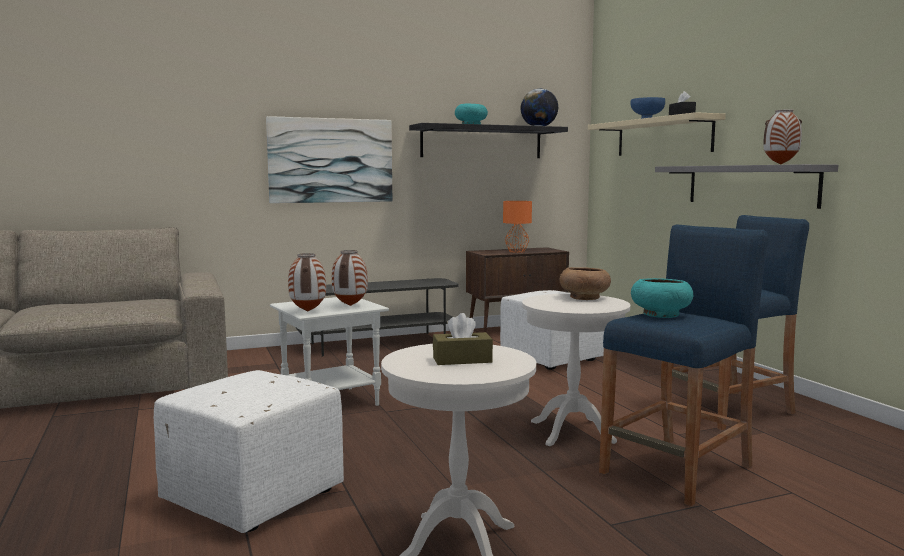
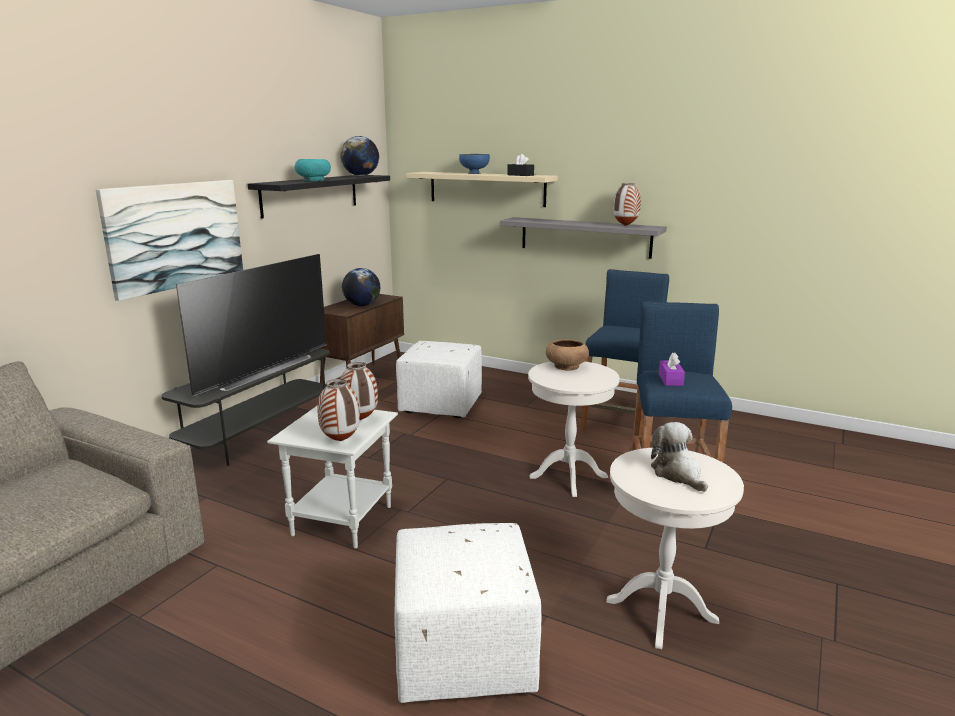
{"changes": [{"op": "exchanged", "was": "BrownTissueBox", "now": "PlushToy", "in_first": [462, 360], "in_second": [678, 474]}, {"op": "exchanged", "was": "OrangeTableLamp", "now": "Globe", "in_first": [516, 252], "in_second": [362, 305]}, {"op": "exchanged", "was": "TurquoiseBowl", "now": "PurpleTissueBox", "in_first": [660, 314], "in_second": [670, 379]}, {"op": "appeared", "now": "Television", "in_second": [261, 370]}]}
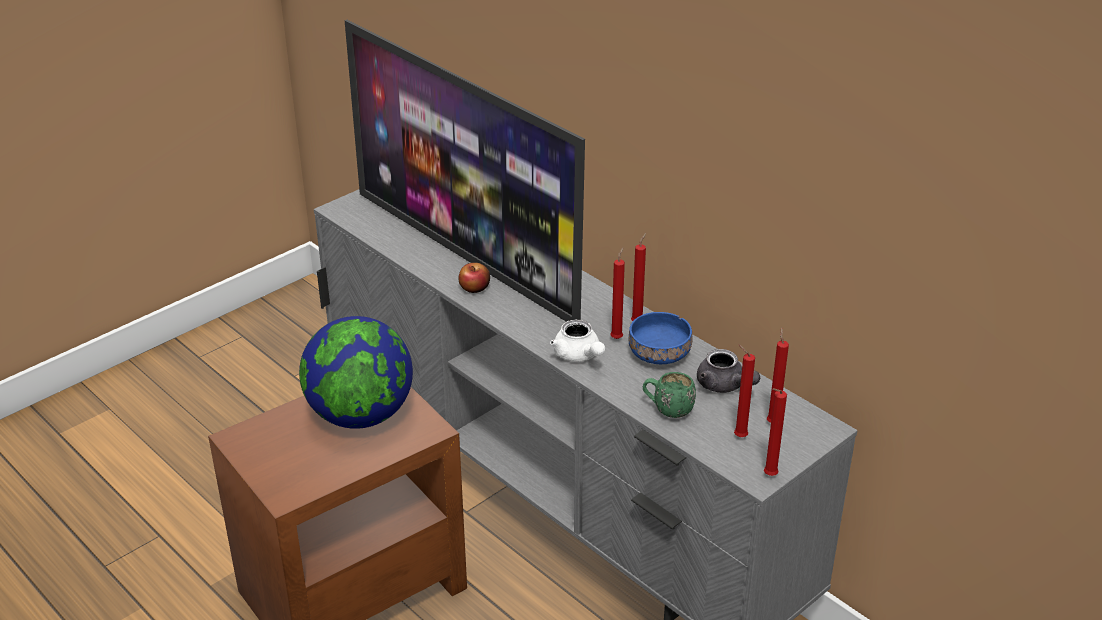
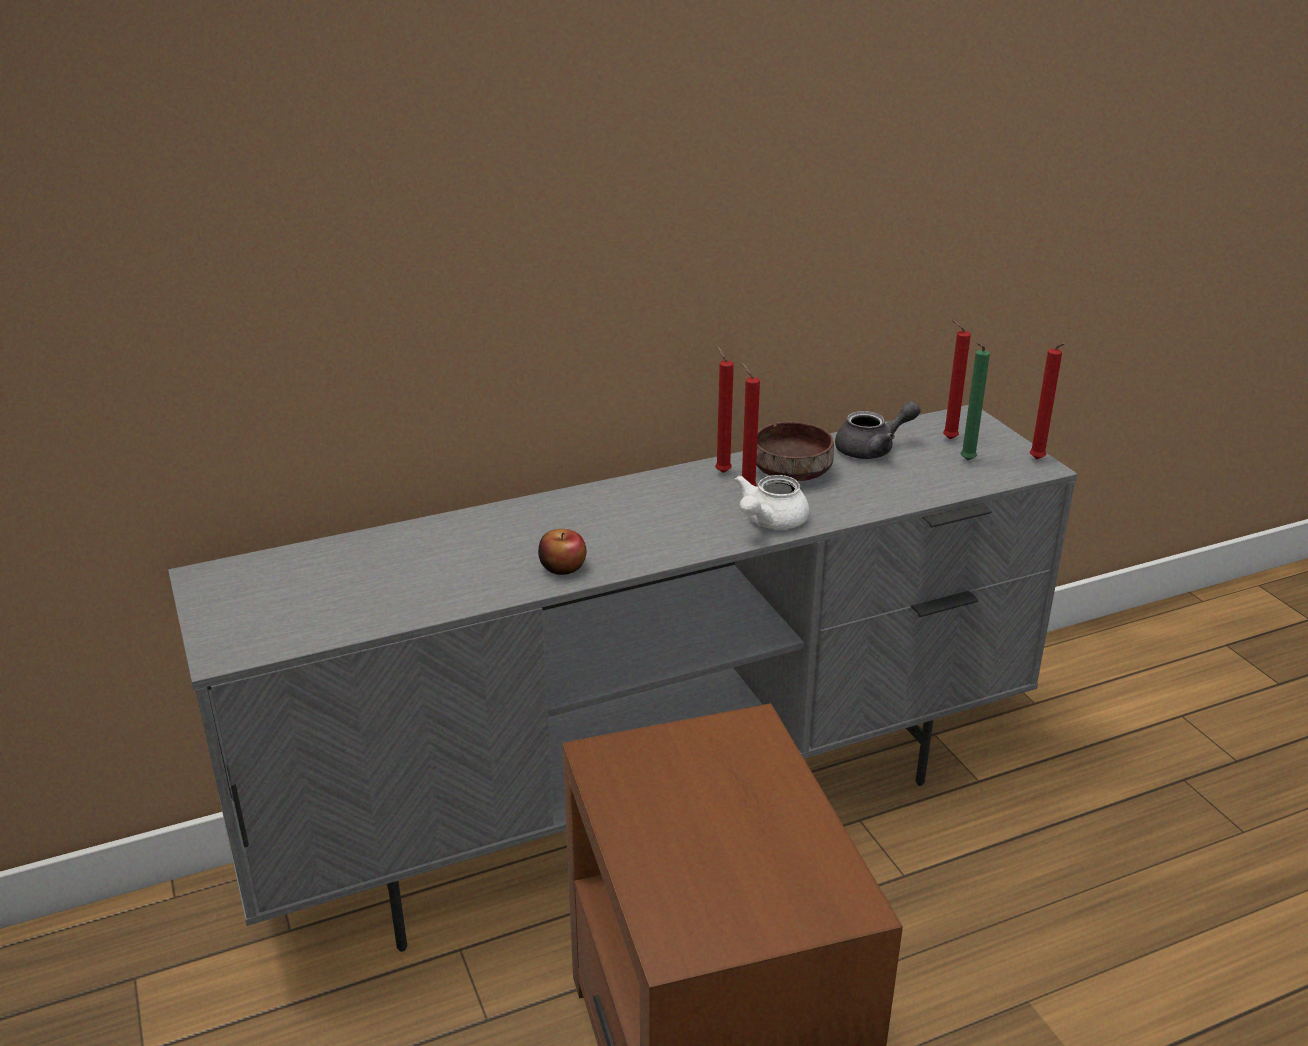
{"changes": [{"op": "missing", "was": "Globe", "in_first": [360, 415]}, {"op": "missing", "was": "Television", "in_first": [467, 255]}, {"op": "spun", "was": "WhiteTeapot", "in_first": [579, 355], "in_second": [769, 522], "clockwise": 135}, {"op": "colour", "was": "BlueBowl", "now": "BrownBowl", "in_first": [657, 353], "in_second": [792, 473]}, {"op": "missing", "was": "GreenMug", "in_first": [667, 410]}, {"op": "colour", "was": "RedCandle", "now": "GreenCandle", "in_first": [738, 436], "in_second": [966, 461]}]}
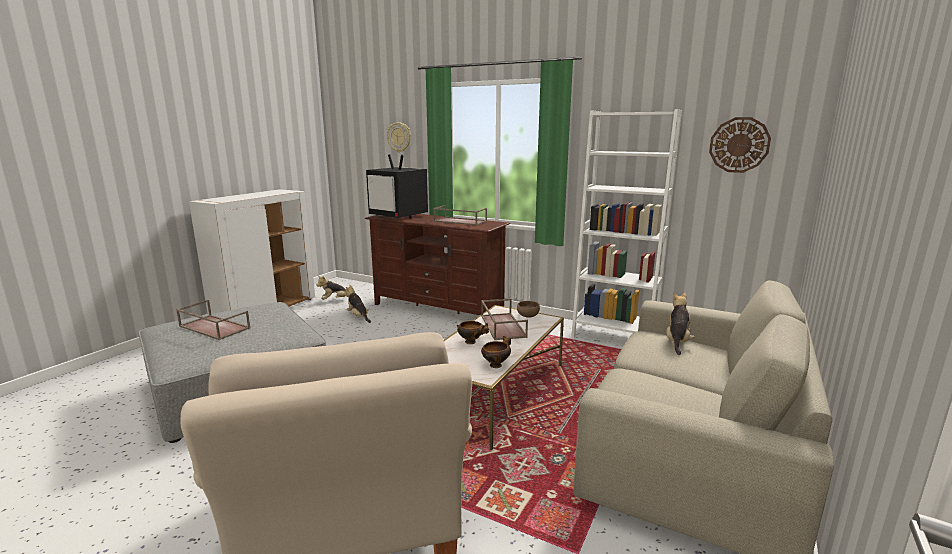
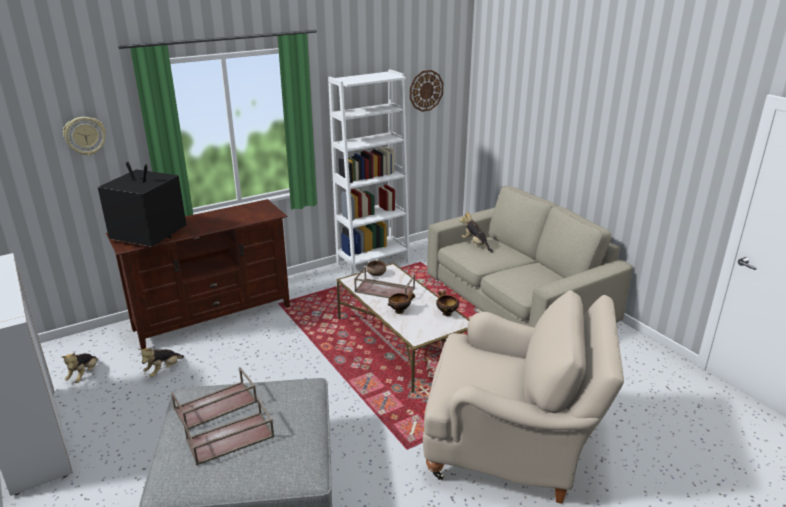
{"changes": [{"op": "spun", "was": "PlushToy", "in_first": [358, 317], "in_second": [163, 370], "clockwise": -45}, {"op": "spun", "was": "Television", "in_first": [399, 216], "in_second": [148, 235], "clockwise": -135}, {"op": "relocated", "was": "BrownTray", "in_first": [459, 221], "in_second": [215, 406]}]}
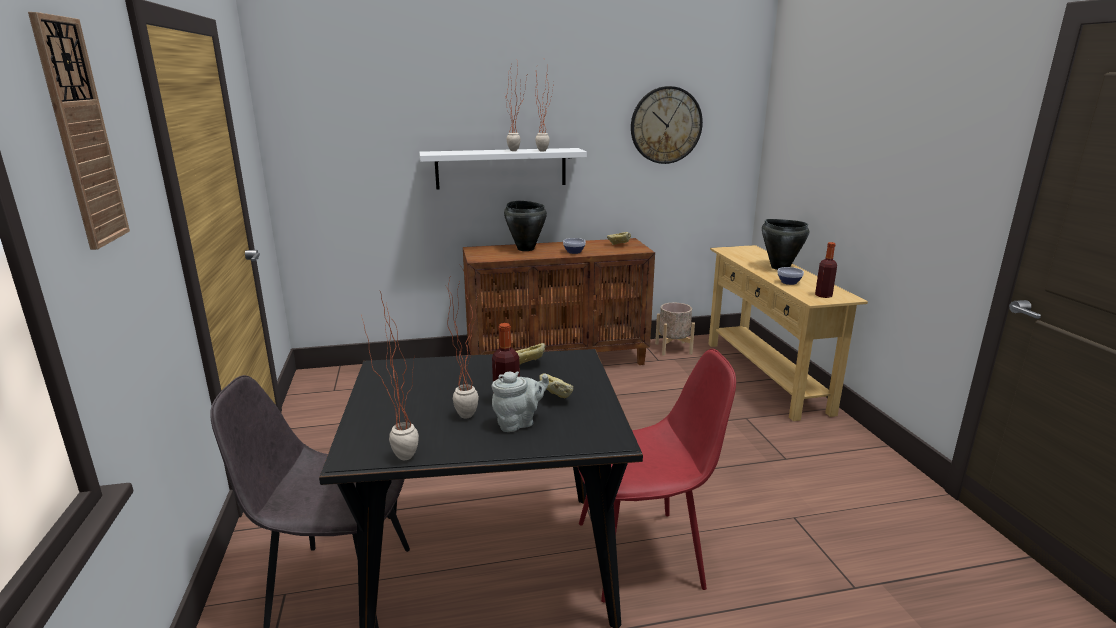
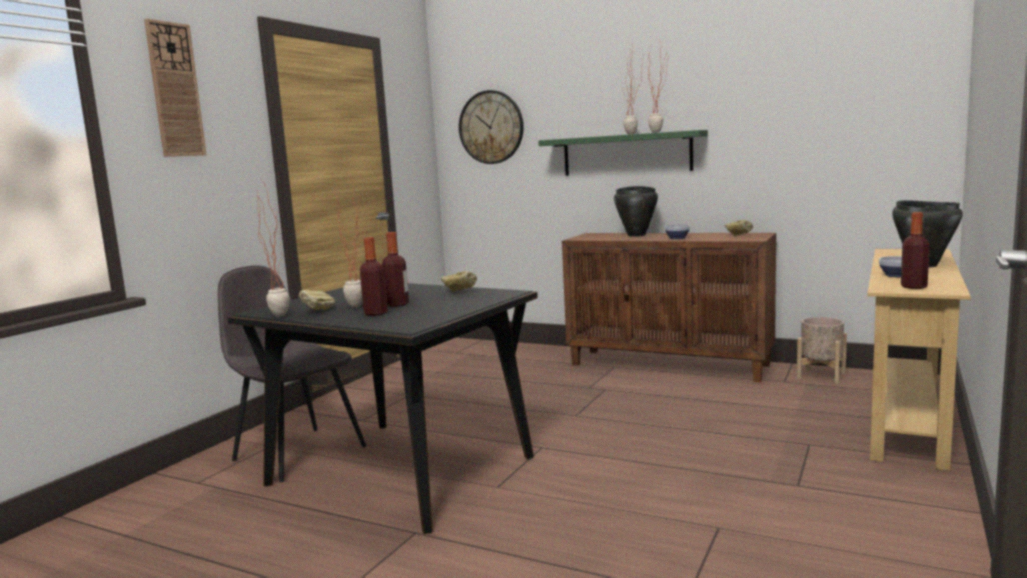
{"changes": [{"op": "colour", "was": "WhiteShelf", "now": "GreenShelf", "in_first": [501, 168], "in_second": [626, 154]}, {"op": "exchanged", "was": "GreyTeapot", "now": "Bottle", "in_first": [518, 423], "in_second": [375, 313]}, {"op": "relocated", "was": "Bread", "in_first": [555, 397], "in_second": [318, 311]}, {"op": "missing", "was": "RedChair", "in_first": [642, 554]}, {"op": "relocated", "was": "WallClock", "in_first": [666, 125], "in_second": [491, 127]}]}
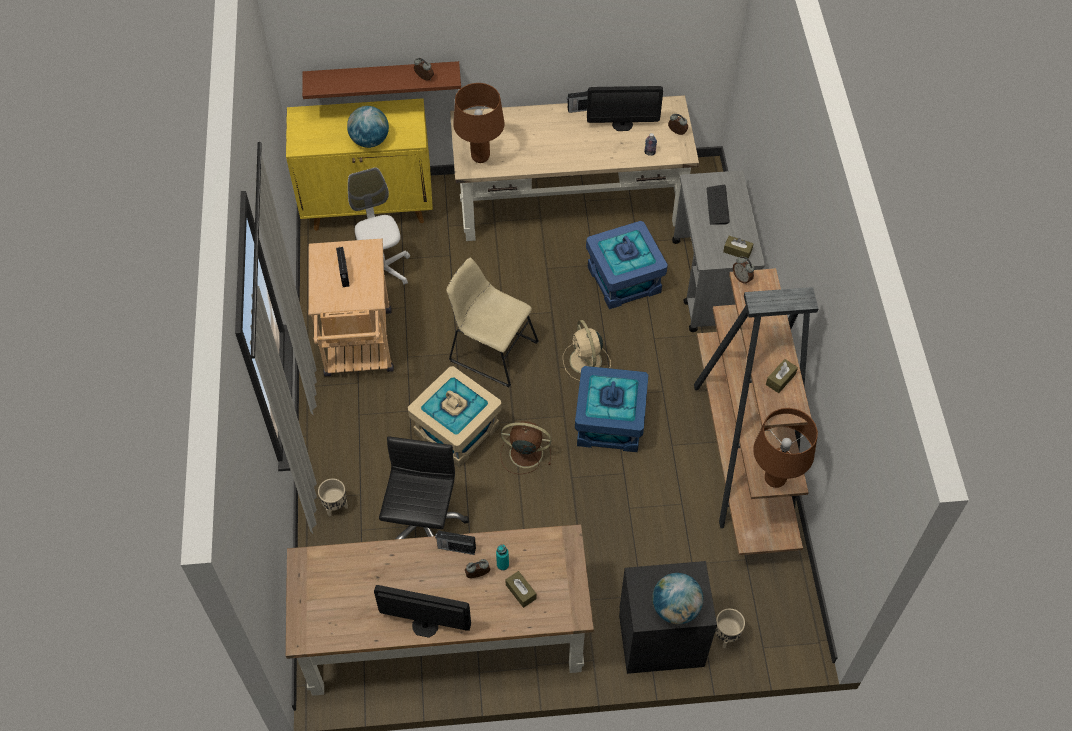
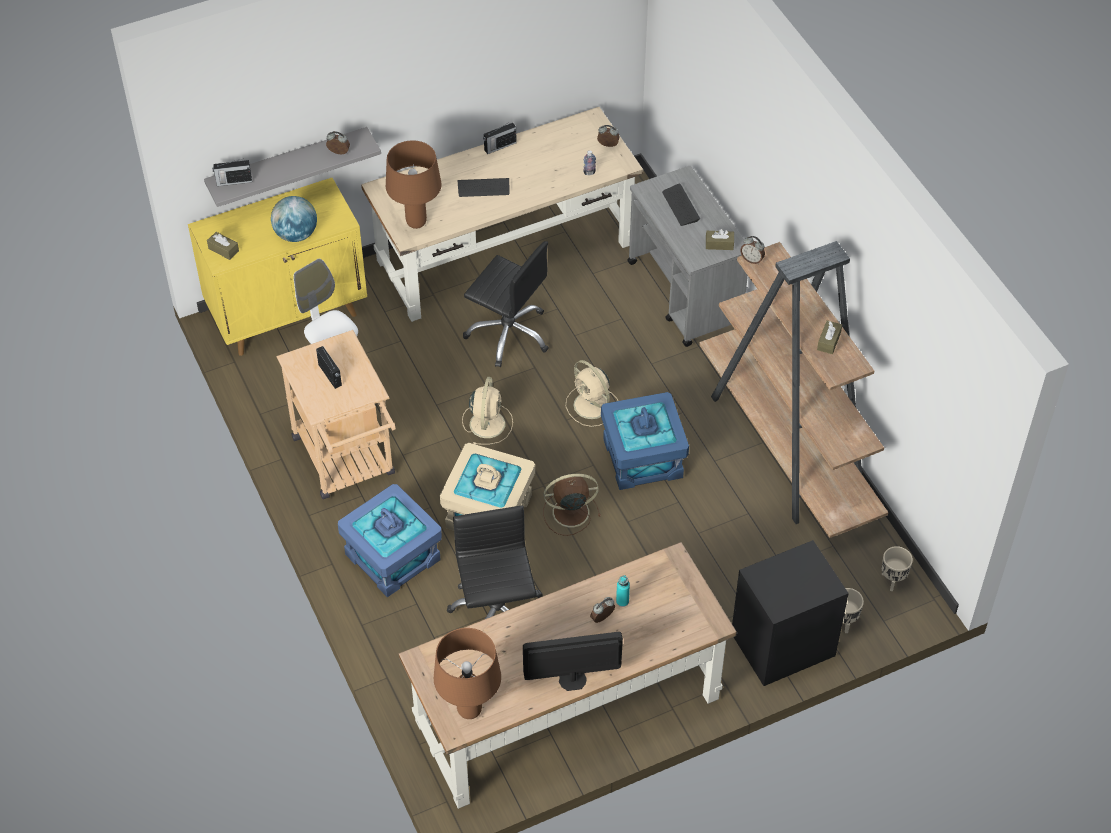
{"changes": [{"op": "colour", "was": "BrownShelf", "now": "GreyShelf", "in_first": [382, 78], "in_second": [288, 165]}, {"op": "relocated", "was": "BeigePlanter", "in_first": [336, 507], "in_second": [893, 580]}, {"op": "relocated", "was": "Radio", "in_first": [456, 547], "in_second": [233, 181]}, {"op": "exchanged", "was": "BeigeChair", "now": "BeigeFan", "in_first": [490, 350], "in_second": [487, 423]}, {"op": "relocated", "was": "BrownTissueBox", "in_first": [521, 592], "in_second": [223, 250]}, {"op": "relocated", "was": "BlueStorageBox", "in_first": [623, 280], "in_second": [392, 557]}, {"op": "missing", "was": "Monitor", "in_first": [622, 124]}, {"op": "missing", "was": "Globe", "in_first": [675, 608]}, {"op": "relocated", "was": "BrownTableLamp", "in_first": [774, 480], "in_second": [469, 711]}, {"op": "appeared", "now": "Keyboard", "in_second": [483, 188]}, {"op": "appeared", "now": "BlackOfficeChair", "in_second": [509, 333]}]}
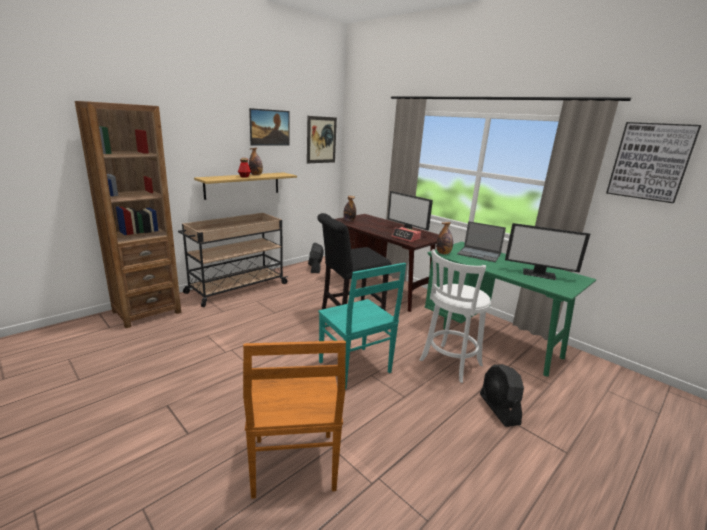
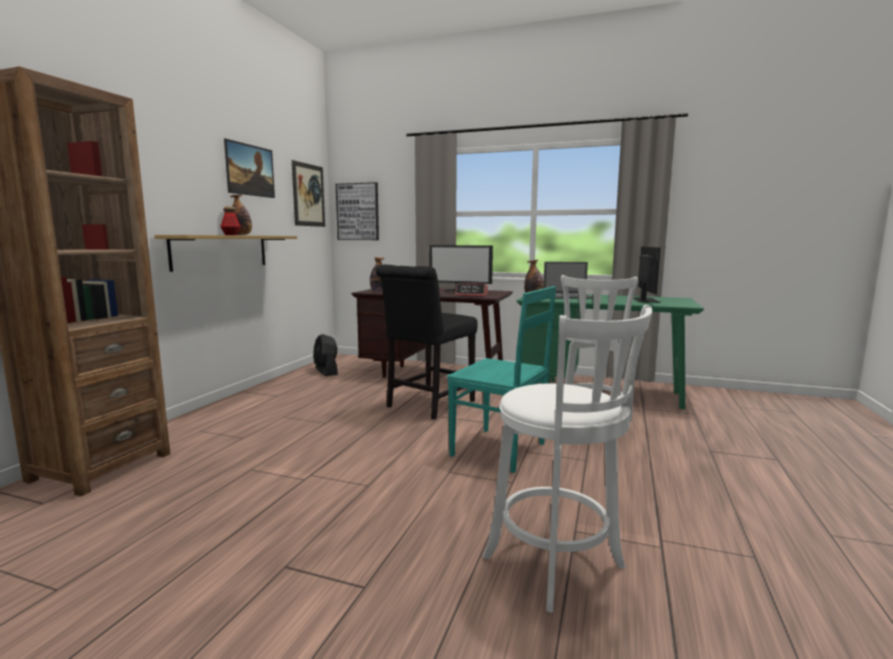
{"changes": [{"op": "missing", "was": "BeigeCart", "in_first": [236, 288]}, {"op": "exchanged", "was": "BrownChair", "now": "WhiteStool", "in_first": [294, 466], "in_second": [558, 566]}, {"op": "missing", "was": "BlackFan", "in_first": [499, 409]}, {"op": "spun", "was": "Monitor", "in_first": [539, 274], "in_second": [645, 300], "clockwise": -75}, {"op": "relocated", "was": "Picture", "in_first": [650, 161], "in_second": [358, 212]}]}
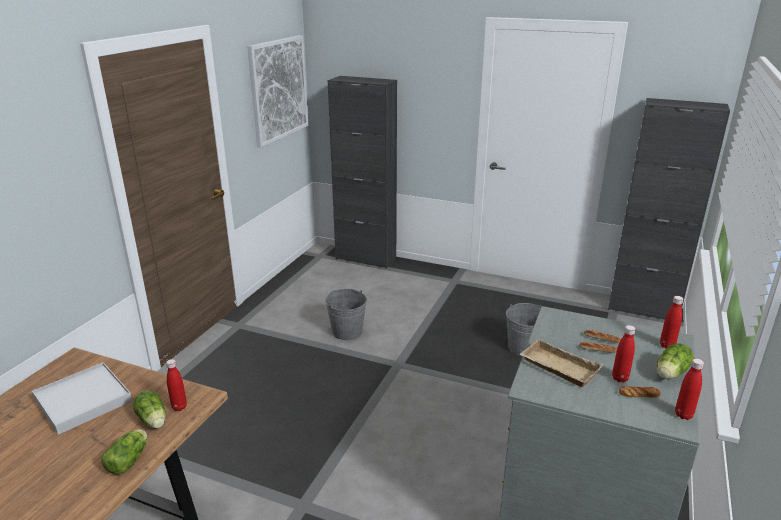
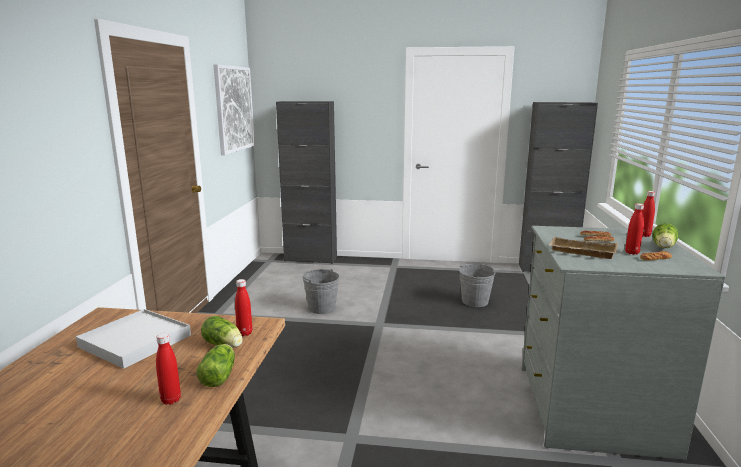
{"changes": [{"op": "relocated", "was": "RedBottle", "in_first": [683, 415], "in_second": [171, 400]}]}
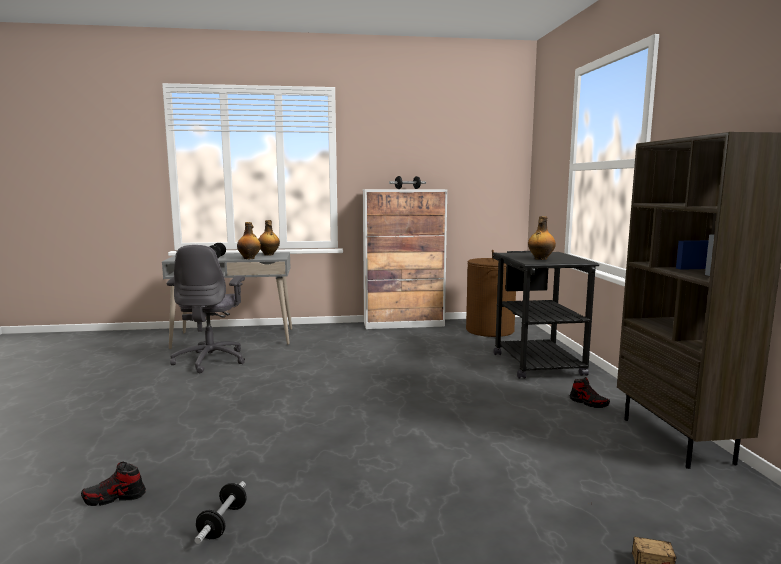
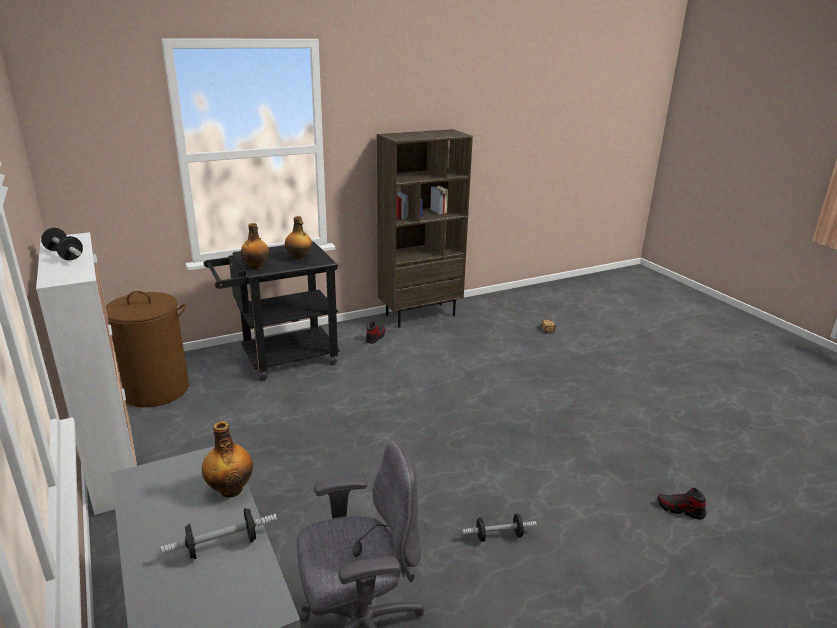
{"changes": [{"op": "spun", "was": "Shoe", "in_first": [114, 498], "in_second": [680, 510], "clockwise": 150}, {"op": "relocated", "was": "Dumbbell", "in_first": [223, 523], "in_second": [498, 536]}, {"op": "relocated", "was": "Bottle", "in_first": [269, 254], "in_second": [256, 266]}]}
